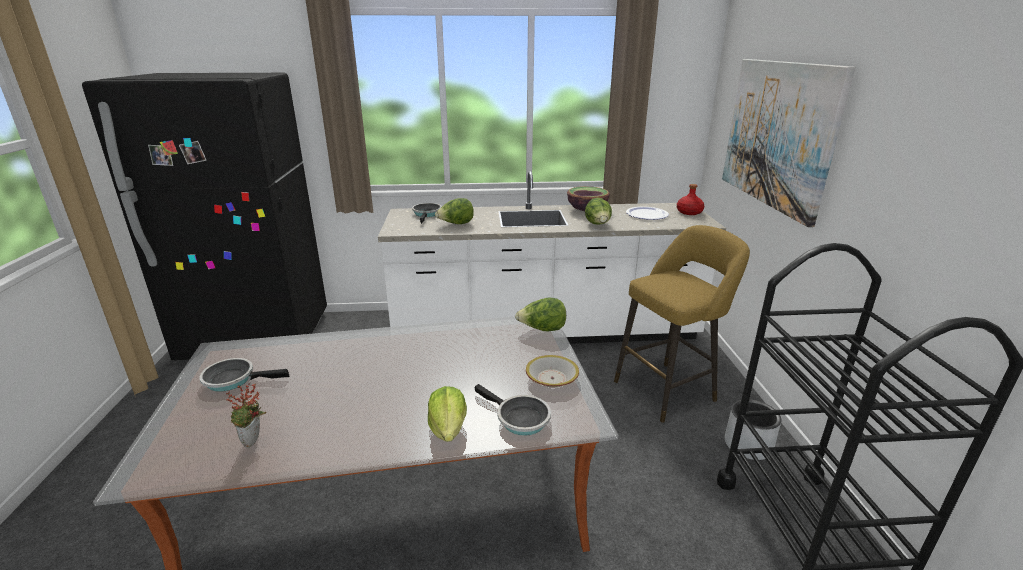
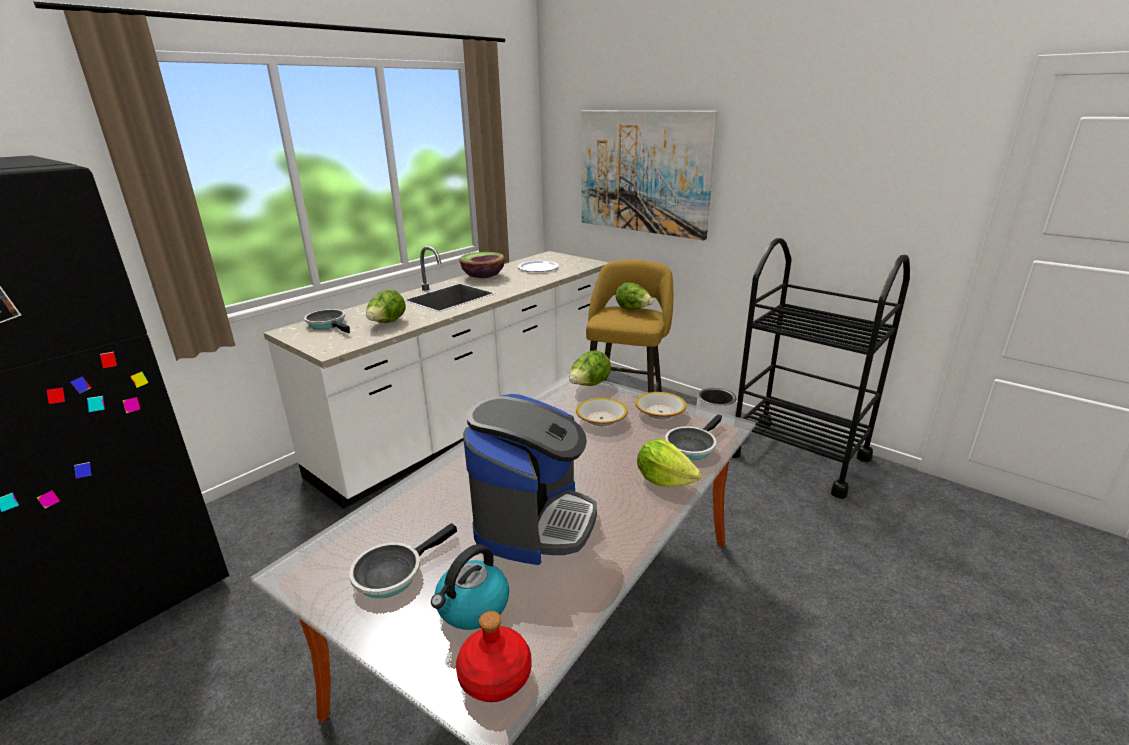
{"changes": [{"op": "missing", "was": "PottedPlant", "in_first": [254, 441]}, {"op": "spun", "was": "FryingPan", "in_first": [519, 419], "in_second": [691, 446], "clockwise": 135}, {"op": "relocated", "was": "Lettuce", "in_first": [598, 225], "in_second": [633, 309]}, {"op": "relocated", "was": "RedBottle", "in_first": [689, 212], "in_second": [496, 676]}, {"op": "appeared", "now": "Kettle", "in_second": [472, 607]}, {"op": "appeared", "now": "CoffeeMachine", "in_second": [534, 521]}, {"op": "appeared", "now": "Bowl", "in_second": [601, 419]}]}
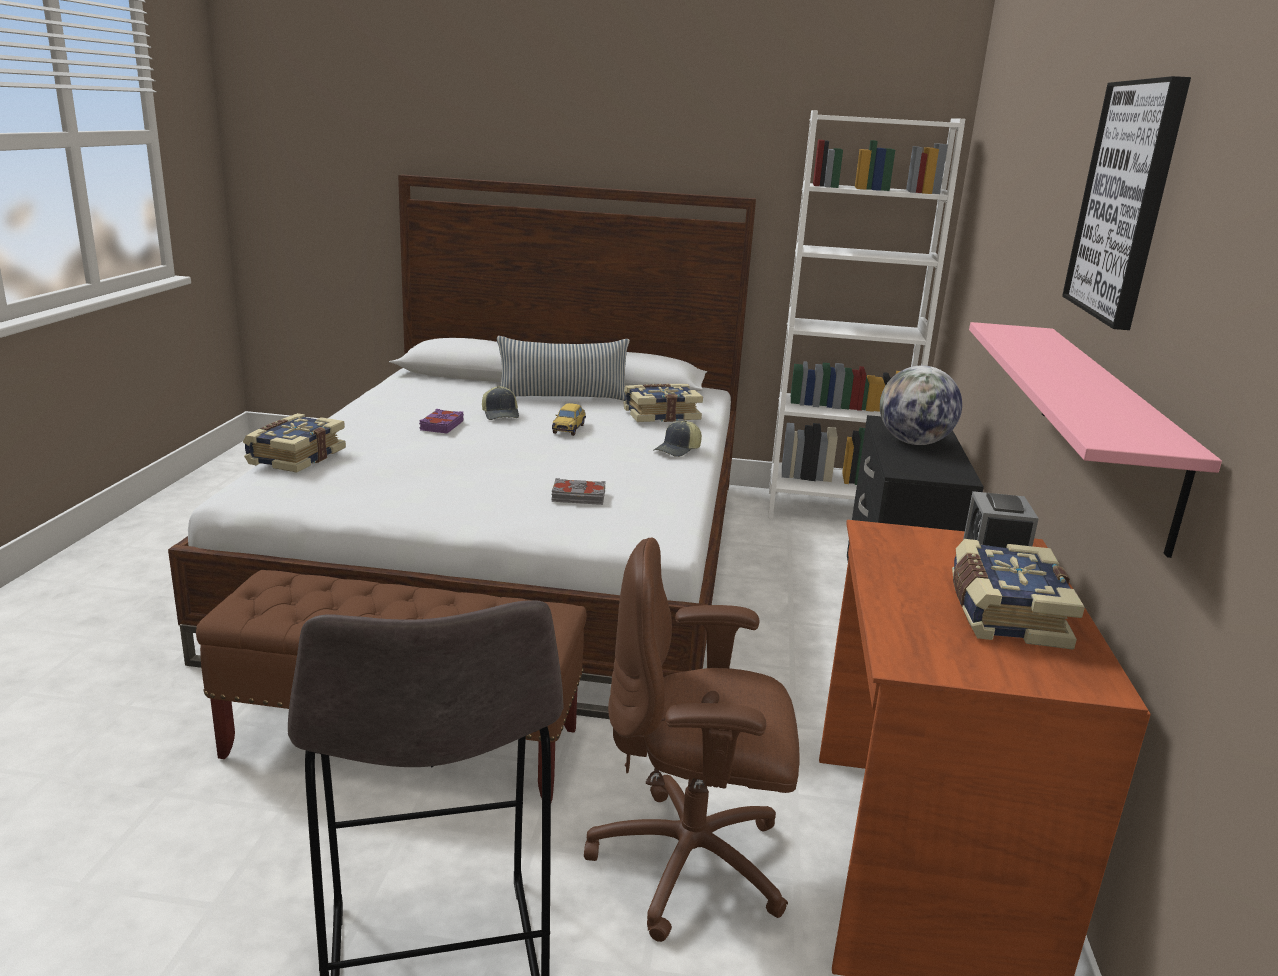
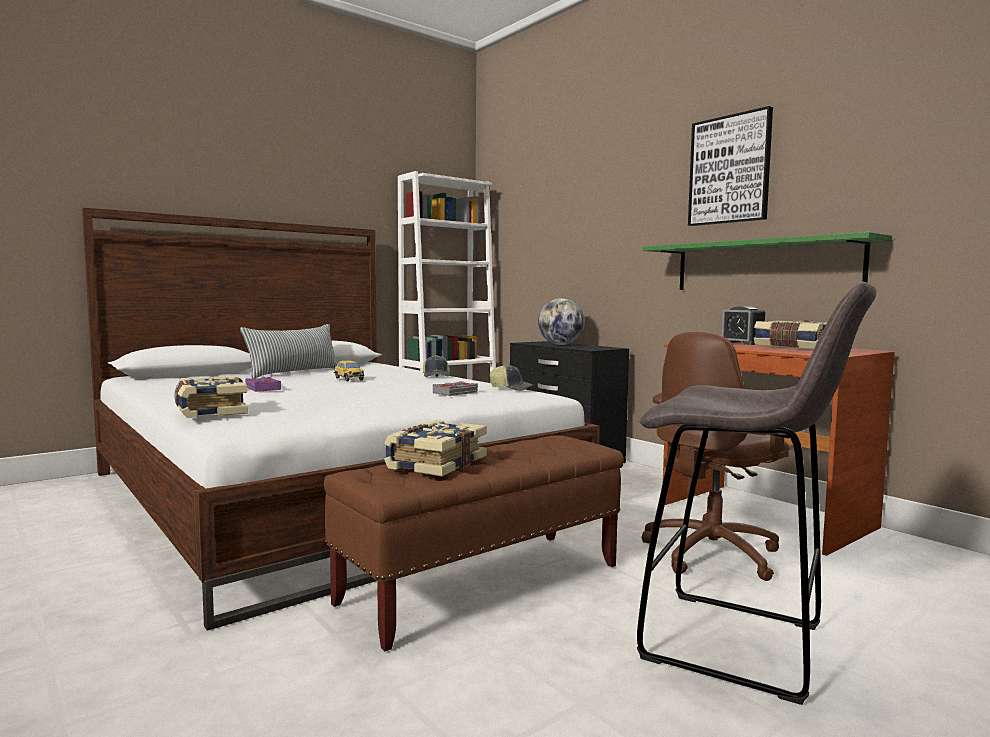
{"changes": [{"op": "relocated", "was": "Cap", "in_first": [501, 414], "in_second": [512, 388]}, {"op": "relocated", "was": "Book", "in_first": [661, 414], "in_second": [435, 463]}, {"op": "colour", "was": "PinkShelf", "now": "GreenShelf", "in_first": [1106, 426], "in_second": [764, 266]}]}
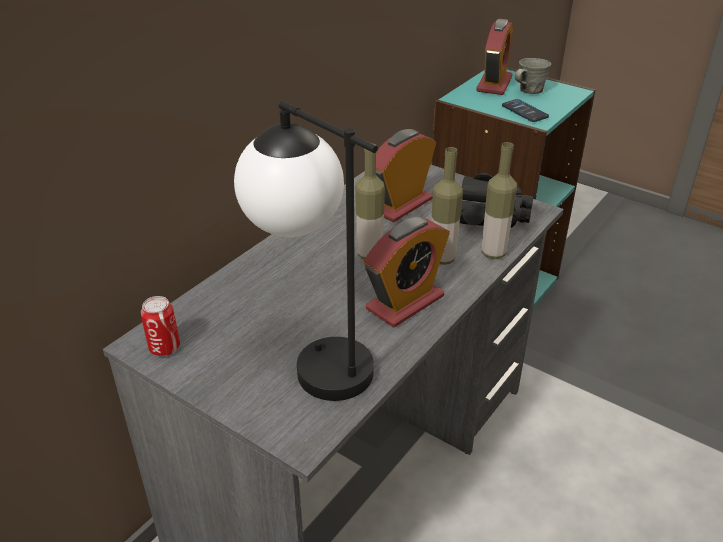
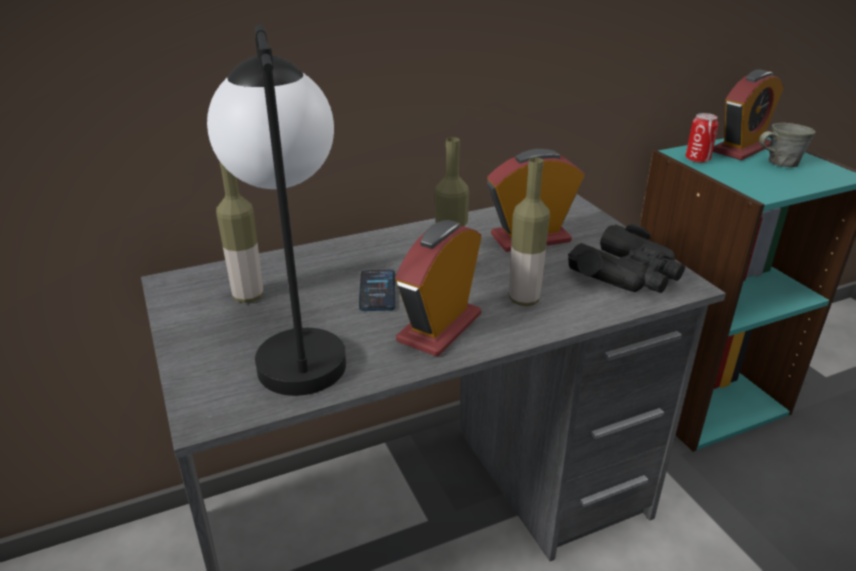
{"changes": [{"op": "relocated", "was": "Can", "in_first": [164, 347], "in_second": [697, 159]}, {"op": "spun", "was": "AlarmClock", "in_first": [405, 303], "in_second": [439, 328], "clockwise": 135}, {"op": "relocated", "was": "Bottle", "in_first": [493, 253], "in_second": [248, 296]}, {"op": "relocated", "was": "Phone", "in_first": [524, 111], "in_second": [377, 291]}]}
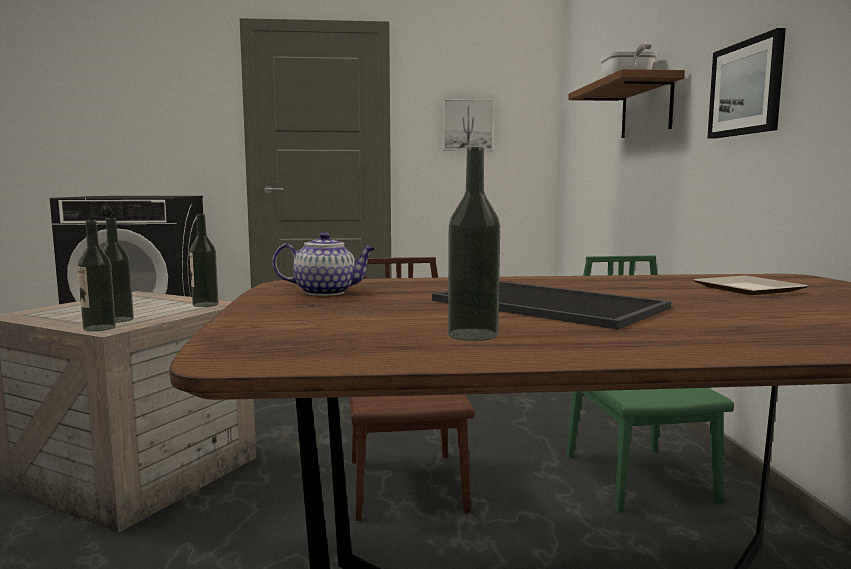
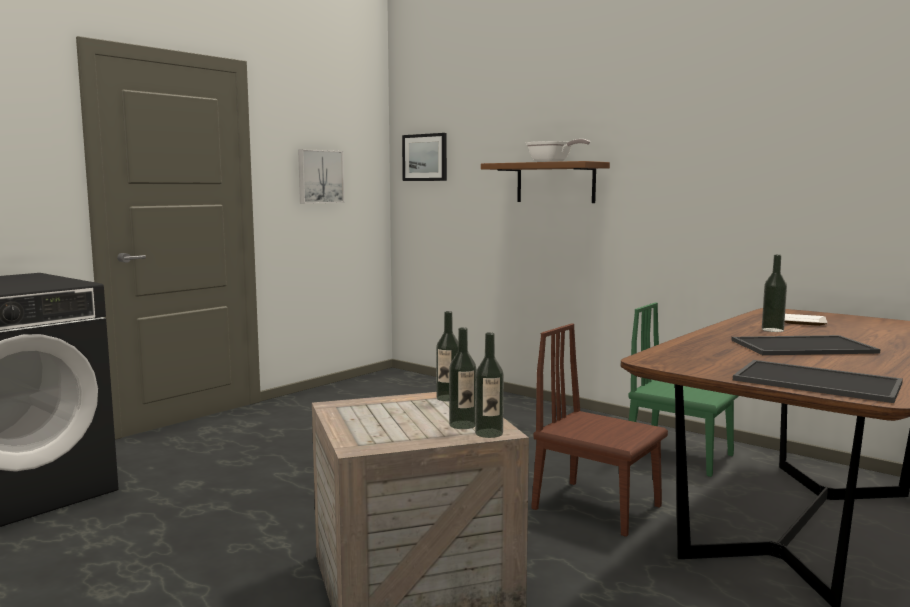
{"changes": [{"op": "missing", "was": "Teapot", "in_first": [327, 292]}, {"op": "relocated", "was": "Bottle", "in_first": [473, 335], "in_second": [772, 330]}, {"op": "relocated", "was": "Picture", "in_first": [746, 88], "in_second": [425, 157]}, {"op": "appeared", "now": "Tray", "in_second": [818, 381]}]}
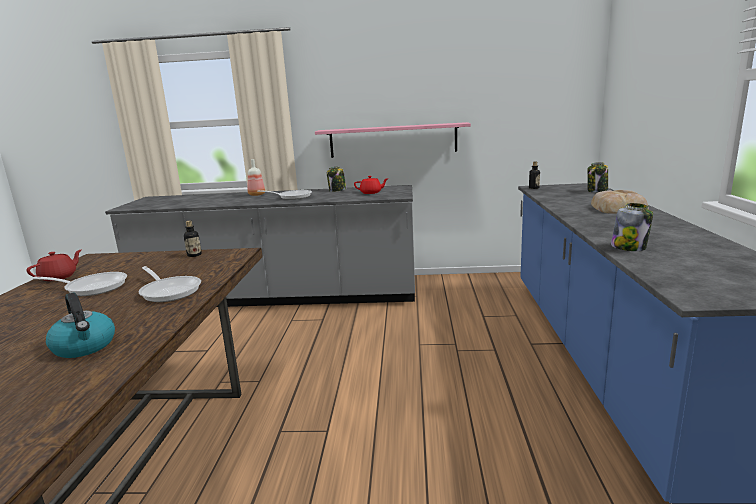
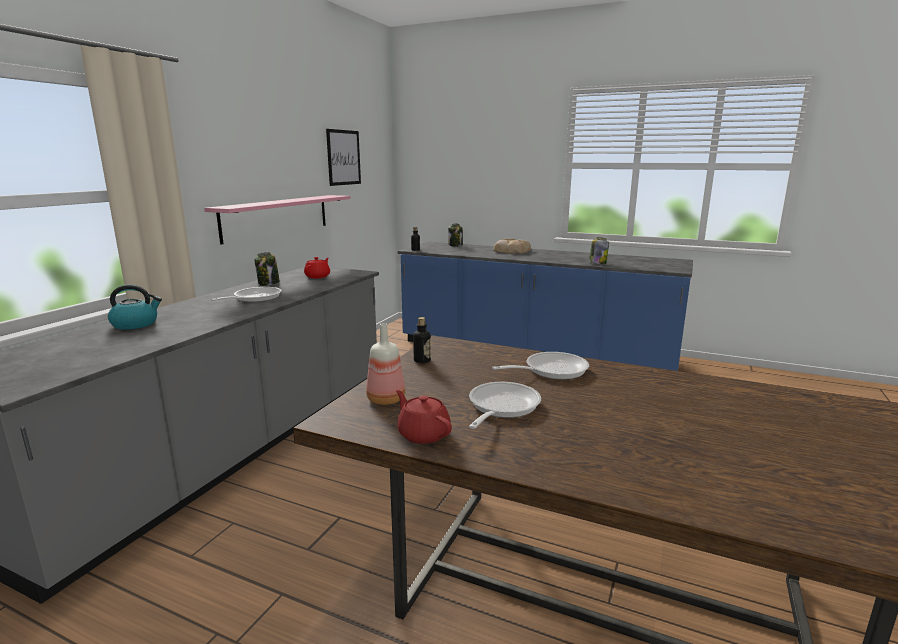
{"changes": [{"op": "relocated", "was": "Kettle", "in_first": [85, 347], "in_second": [136, 324]}, {"op": "relocated", "was": "Bottle", "in_first": [256, 195], "in_second": [386, 400]}, {"op": "appeared", "now": "Picture", "in_second": [343, 157]}]}
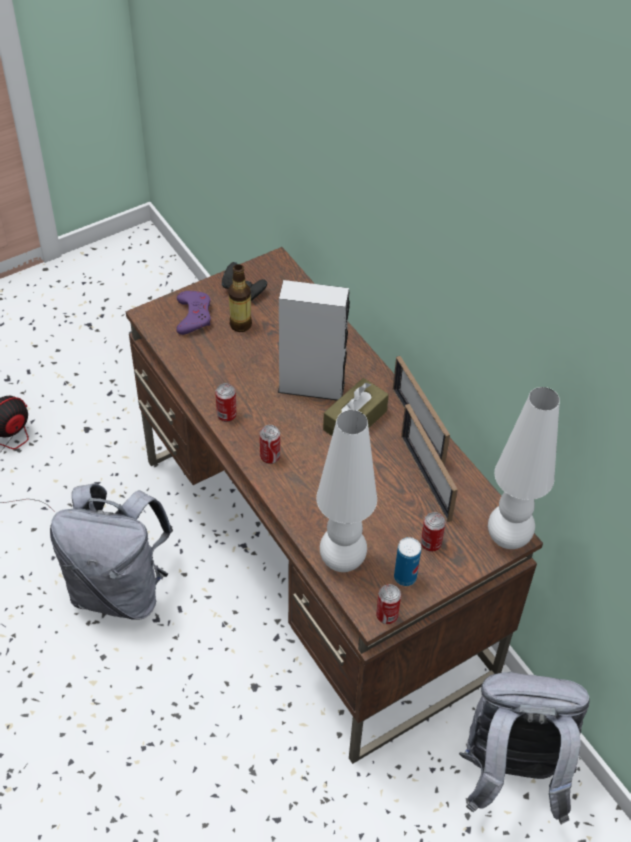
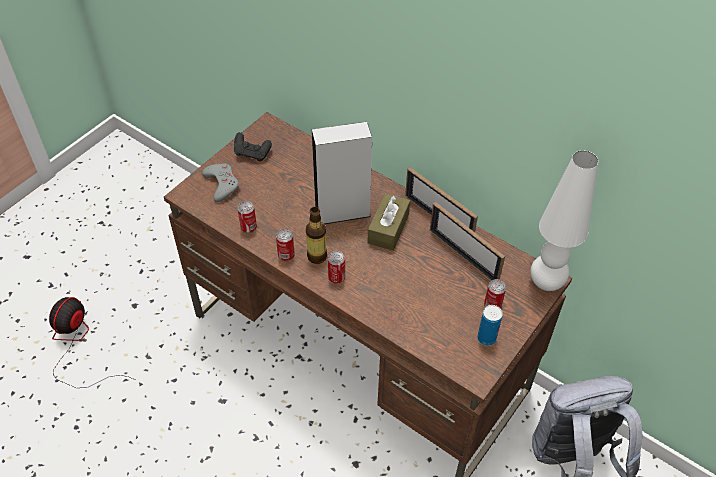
{"changes": [{"op": "missing", "was": "GreyBackpack", "in_first": [119, 589]}, {"op": "colour", "was": "PurpleGameController", "now": "GreyGameController", "in_first": [193, 316], "in_second": [222, 184]}, {"op": "relocated", "was": "Bottle", "in_first": [240, 324], "in_second": [317, 256]}, {"op": "missing", "was": "WhiteTableLamp", "in_first": [342, 561]}, {"op": "relocated", "was": "Can", "in_first": [387, 615], "in_second": [248, 227]}]}
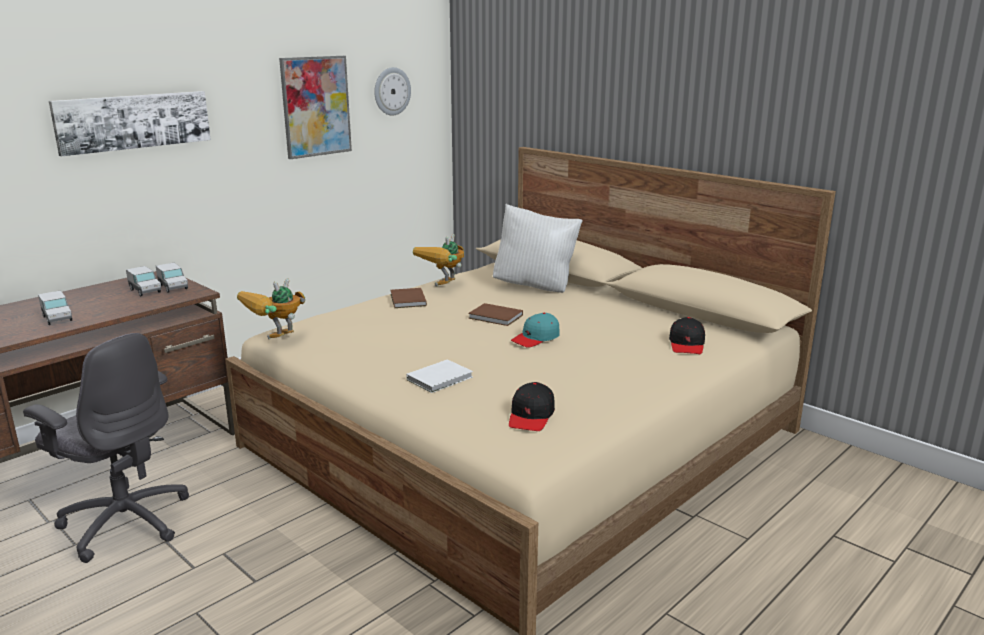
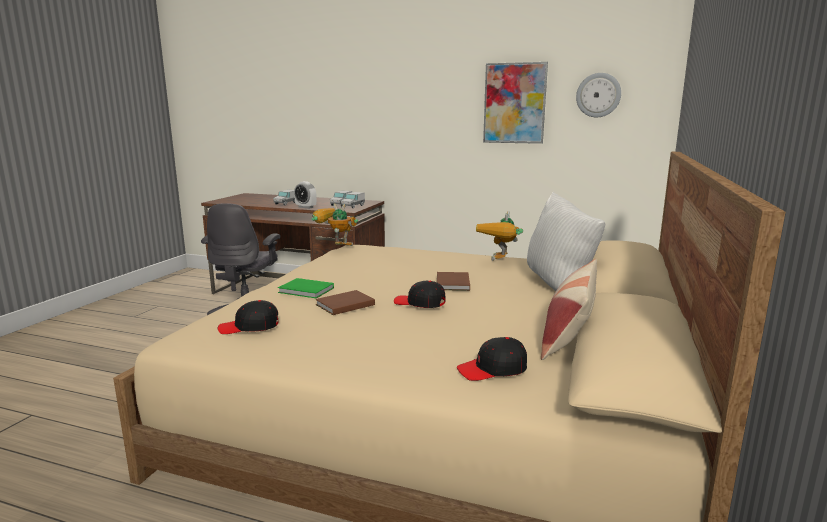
{"changes": [{"op": "missing", "was": "Picture", "in_first": [133, 121]}, {"op": "relocated", "was": "BrownBook", "in_first": [407, 300], "in_second": [343, 305]}, {"op": "colour", "was": "WhiteBook", "now": "GreenBook", "in_first": [441, 378], "in_second": [307, 290]}, {"op": "spun", "was": "ToyRobot", "in_first": [444, 288], "in_second": [501, 261], "clockwise": -75}, {"op": "colour", "was": "TurquoiseCap", "now": "BlackCap", "in_first": [536, 338], "in_second": [420, 303]}, {"op": "appeared", "now": "AlarmClock", "in_second": [306, 207]}, {"op": "appeared", "now": "Pillow", "in_second": [569, 333]}]}
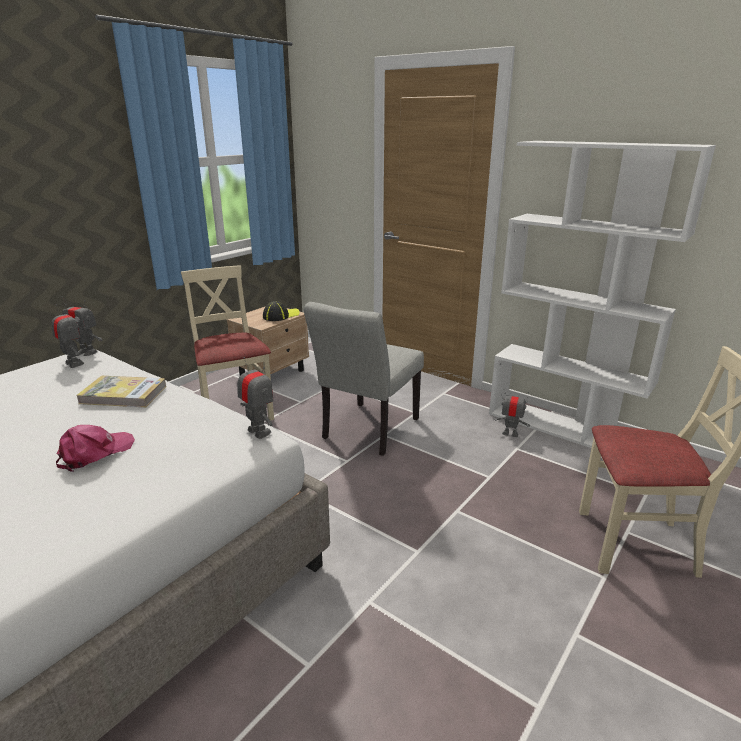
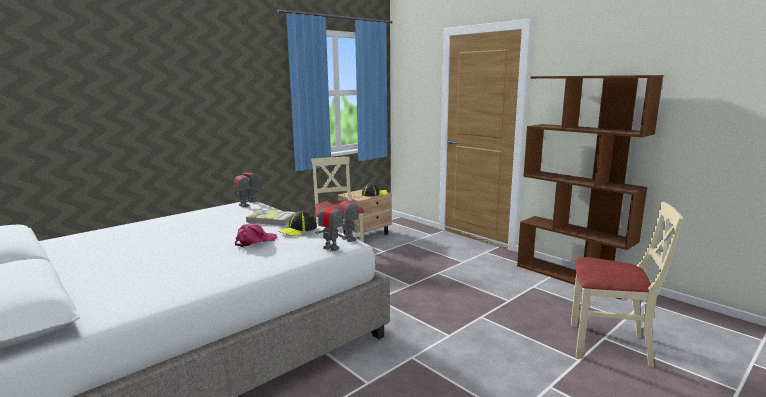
{"changes": [{"op": "missing", "was": "GreyChair", "in_first": [366, 432]}, {"op": "colour", "was": "WhiteBookcase", "now": "BrownBookcase", "in_first": [563, 427], "in_second": [572, 277]}, {"op": "relocated", "was": "ToyRobot", "in_first": [510, 433], "in_second": [331, 248]}, {"op": "appeared", "now": "Cap", "in_second": [298, 229]}]}
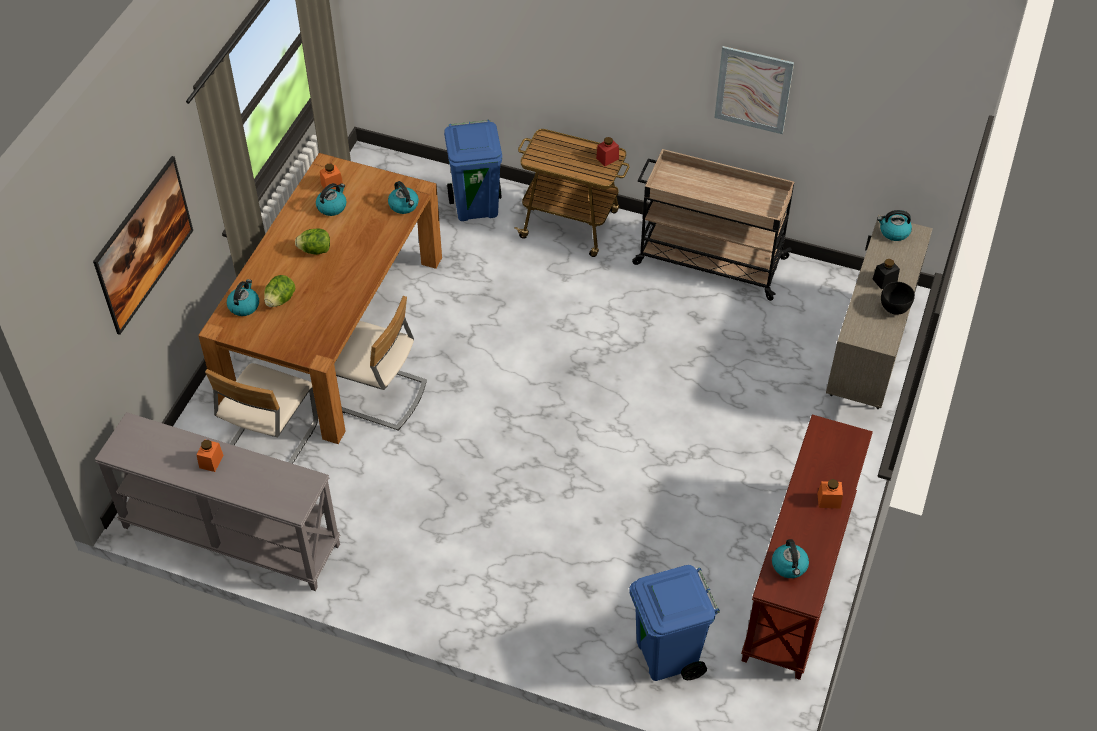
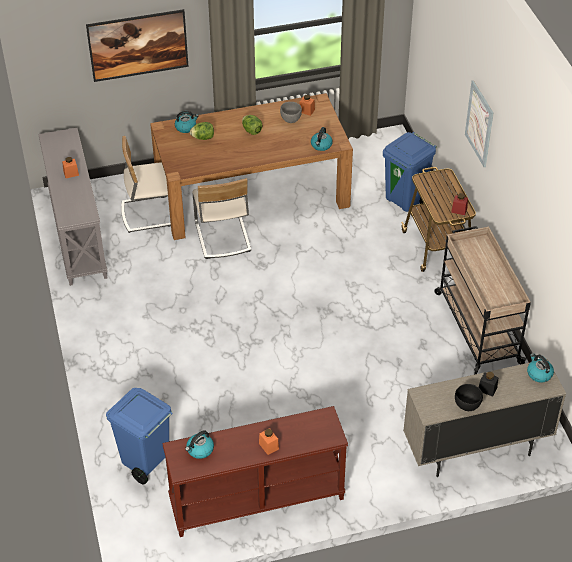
{"changes": [{"op": "exchanged", "was": "Kettle", "now": "GreyBowl", "in_first": [332, 206], "in_second": [290, 119]}, {"op": "relocated", "was": "Picture", "in_first": [753, 89], "in_second": [479, 123]}]}
